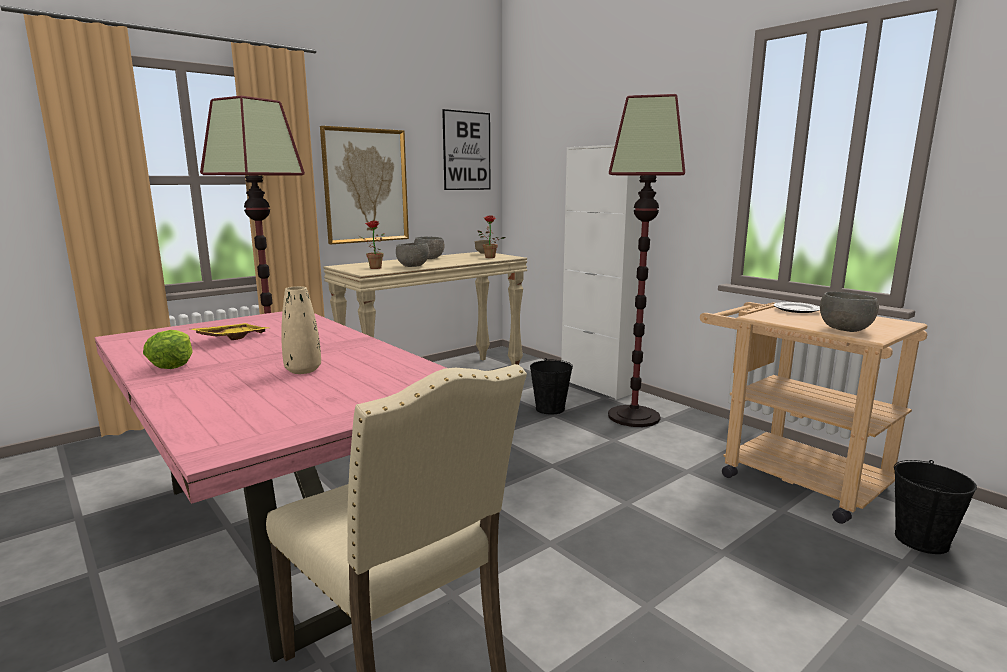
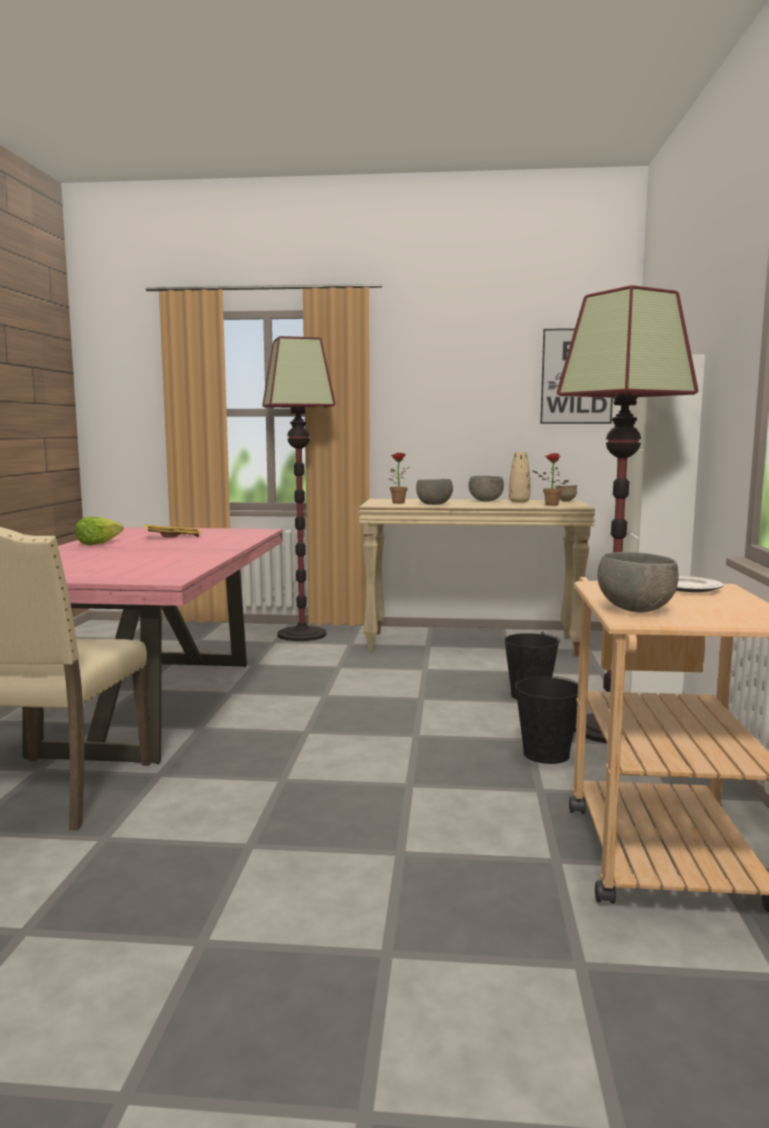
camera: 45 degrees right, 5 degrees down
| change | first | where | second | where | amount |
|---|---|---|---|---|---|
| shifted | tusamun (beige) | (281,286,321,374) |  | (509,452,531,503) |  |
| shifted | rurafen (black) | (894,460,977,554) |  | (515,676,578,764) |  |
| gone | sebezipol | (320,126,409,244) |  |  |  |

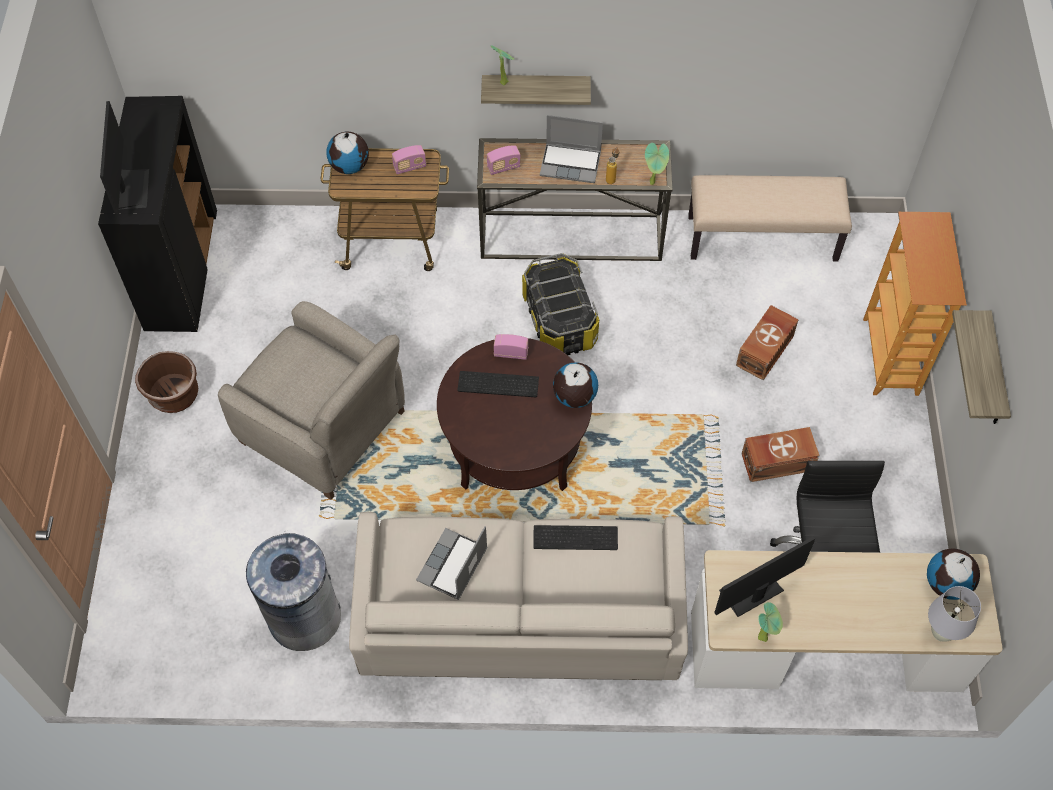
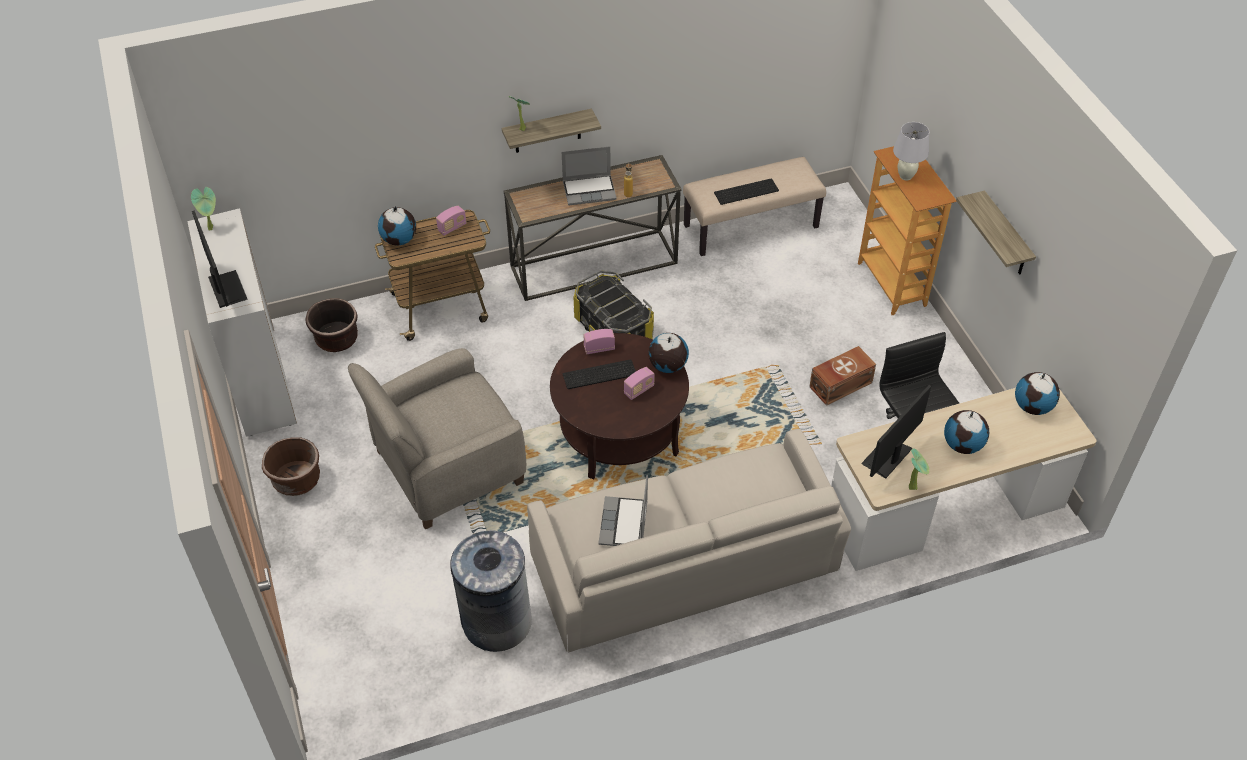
camera: 20 degrees left, 10 degrees down
| change | first | where | second | where | amount |
|---|---|---|---|---|---|
| repainted | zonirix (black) | (98,96,217,332) | zonirix (white) | (187,208,297,437) |  |
| shifted | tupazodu | (645,143,670,185) |  | (191,187,216,230) |  |
| new |  |  | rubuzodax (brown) | (305,298,358,352) |  |
| rotated | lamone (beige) | (218,301,405,500) |  | (348,348,526,529) | 135 degrees clockwise |
| shifted | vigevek | (487,145,521,175) |  | (624,367,655,400) |  |
| shifted | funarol | (533,525,618,550) |  | (714,178,779,205) |  |
| shifted | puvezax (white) | (928,586,981,642) |  | (893,122,929,180) |  |
| new |  |  | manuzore | (944,410,989,454) |  |
| gone | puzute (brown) | (736,305,799,380) |  |  |  |

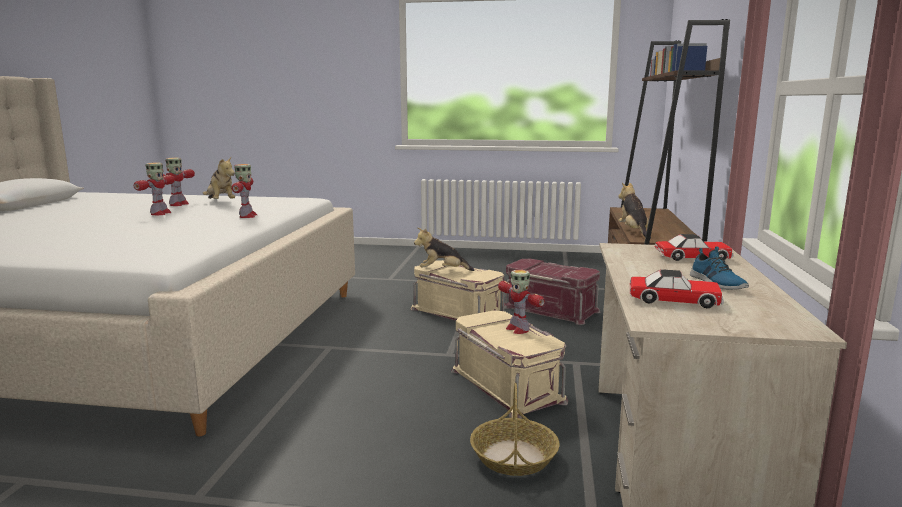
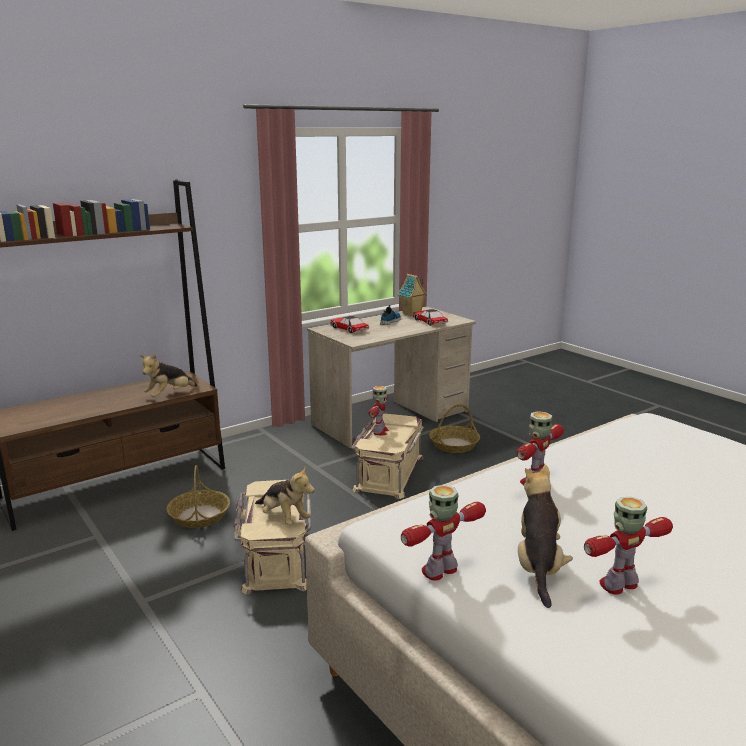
camera: 135 degrees left, 5 degrees up
| change | first | where | second | where | amount |
|---|---|---|---|---|---|
| swapped | puzute (red) | (504,259,601,325) | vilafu | (167,465,230,528) |  |
| new |  |  | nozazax | (398,274,427,316) |  |
| shifted | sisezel | (134,162,175,215) |  | (401,485,486,581) |  |

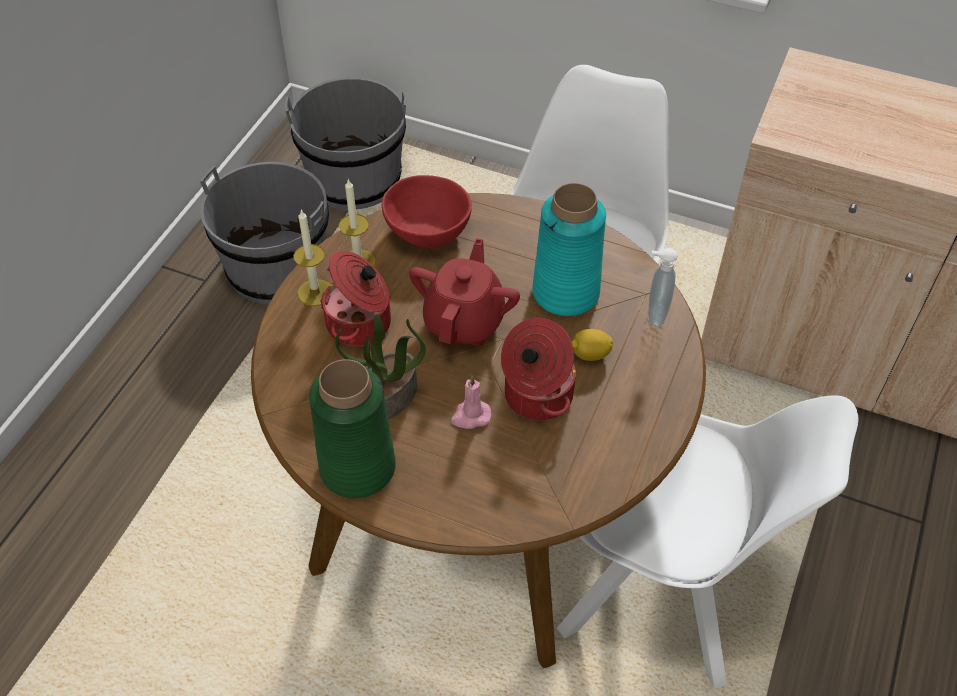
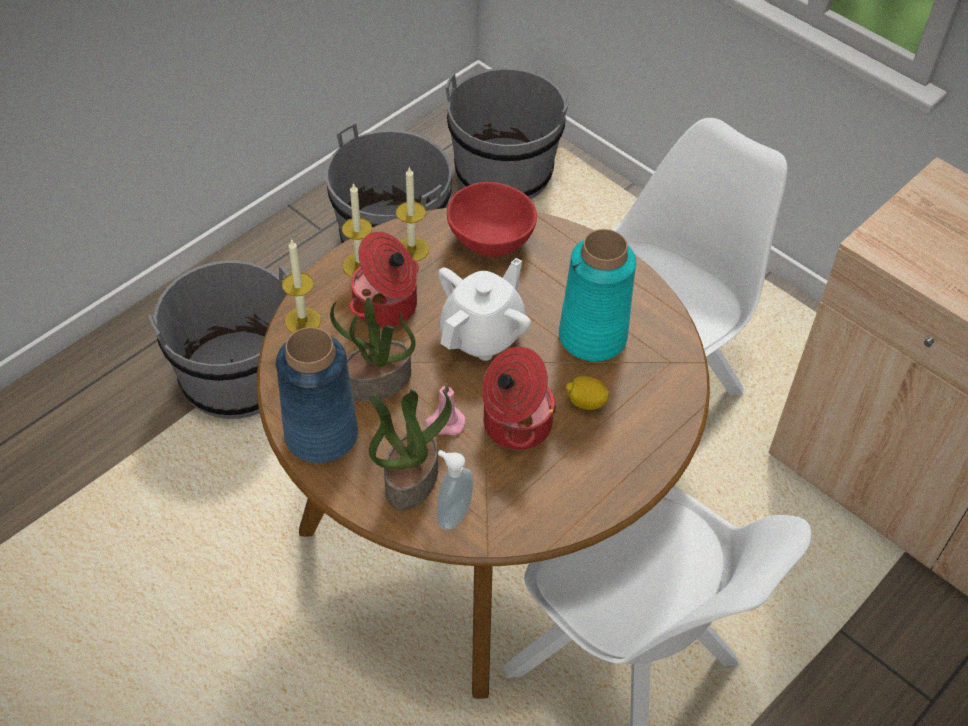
camera: 20 degrees right, 0 degrees up
| change | first | where | second | where | amount |
|---|---|---|---|---|---|
| new |  |  | rurafen (grey) | (148,261,288,419) |  |
| repainted | tusamun (green) | (309,359,396,498) | tusamun (blue) | (276,327,358,463) |  |
| new |  |  | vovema | (282,239,321,333) |  |
| new |  |  | tupazodu | (369,390,452,510) |  |
| shifted | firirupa | (649,248,678,327) |  | (437,450,473,530) |  |
| repainted | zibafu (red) | (409,238,520,346) | zibafu (white) | (438,258,531,361) |  |

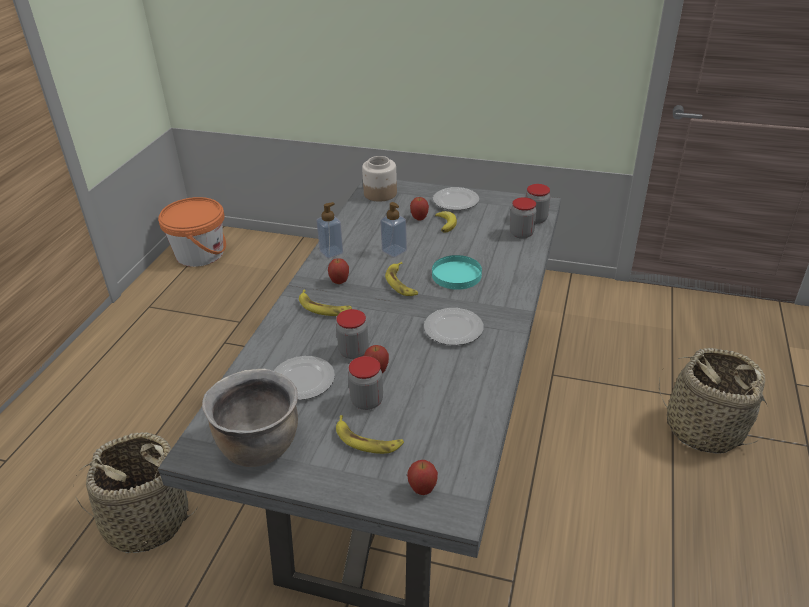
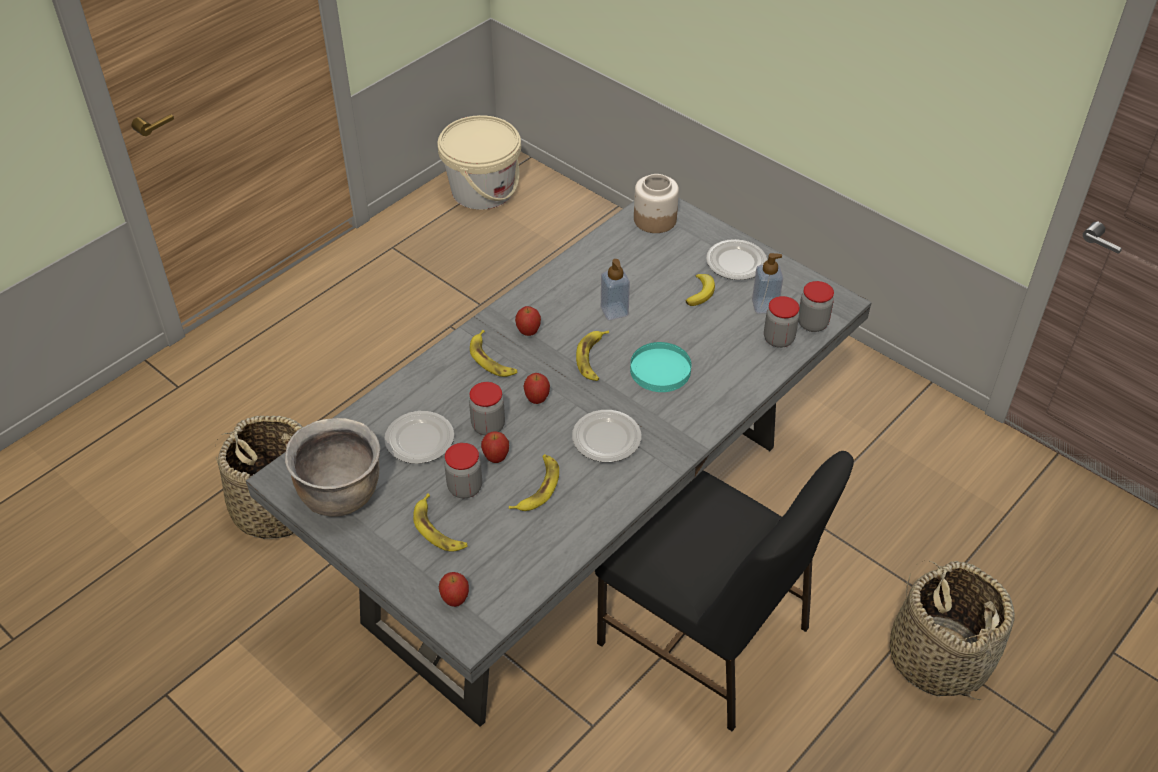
camera: 25 degrees right, 10 degrees up
| change | first | where | second | where | amount |
|---|---|---|---|---|---|
| repainted | rurafen (orange) | (158,197,226,267) | rurafen (beige) | (437,115,521,210) |  |
| new |  |  | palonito | (509,454,559,511) |  |
| shifted | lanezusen | (410,197,429,221) |  | (523,373,550,404) |  |
| new |  |  | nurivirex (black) | (595,451,854,731) |  |
| shifted | firirupa | (316,202,343,258) |  | (752,253,783,314) |  |

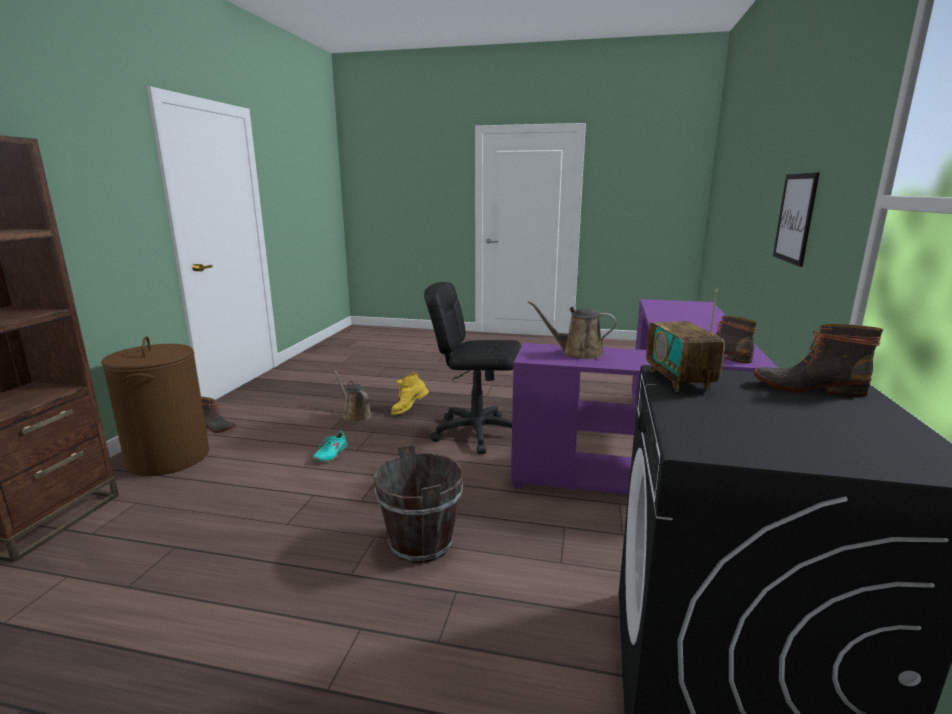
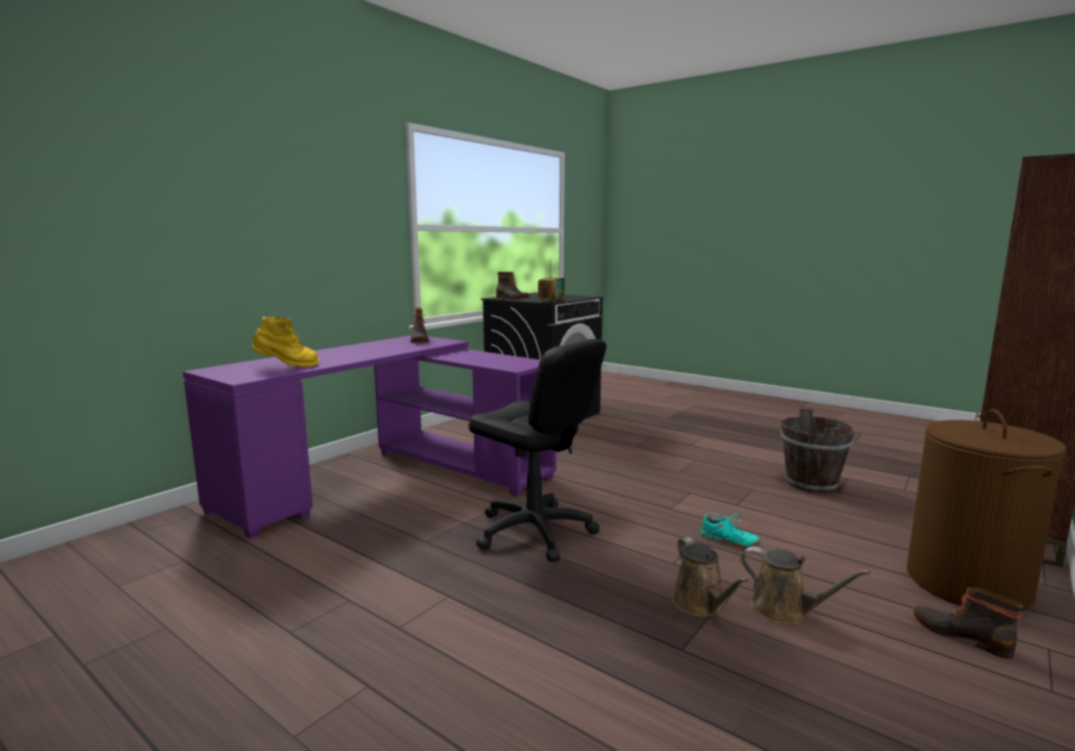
camera: 155 degrees left, 5 degrees down
| change | first | where | second | where | amount |
|---|---|---|---|---|---|
| shifted | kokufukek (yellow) | (391,372,429,415) |  | (252,316,319,367) |  |
| rotated | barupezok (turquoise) | (312,430,348,462) |  | (700,513,761,548) | 75 degrees clockwise |
| shifted | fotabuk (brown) | (528,301,616,359) |  | (740,547,870,624) |  |
| shifted | rurafen (brown) | (373,444,463,563) |  | (781,409,855,493) |  |
| gone | sebezipol | (773,173,820,267) |  |  |  |

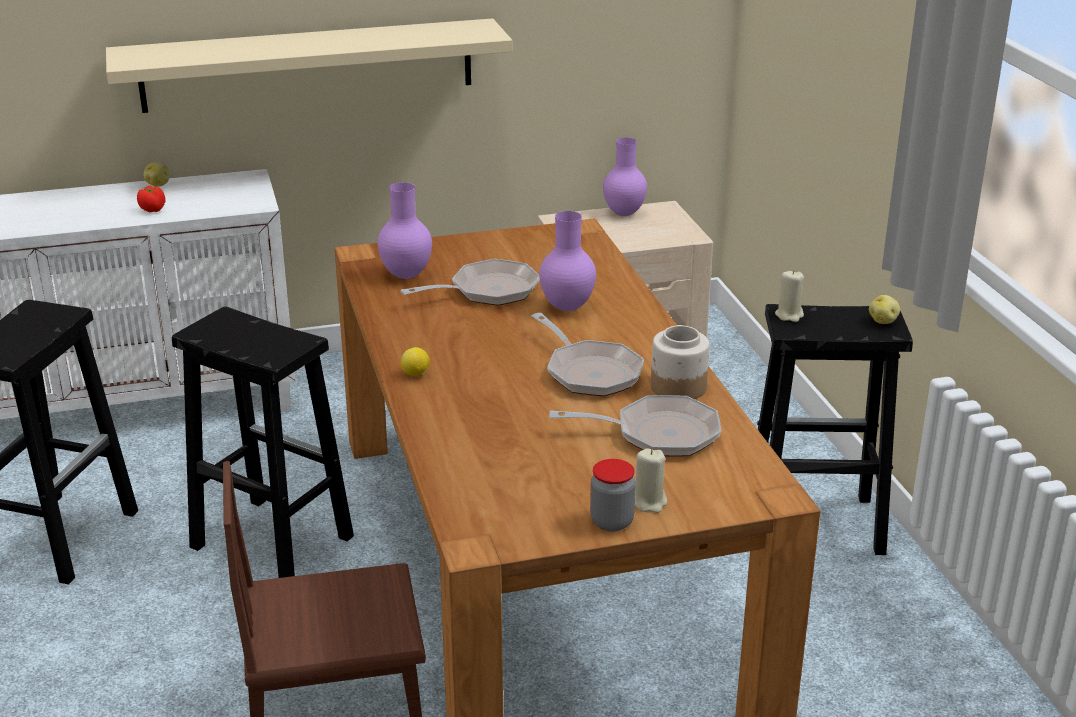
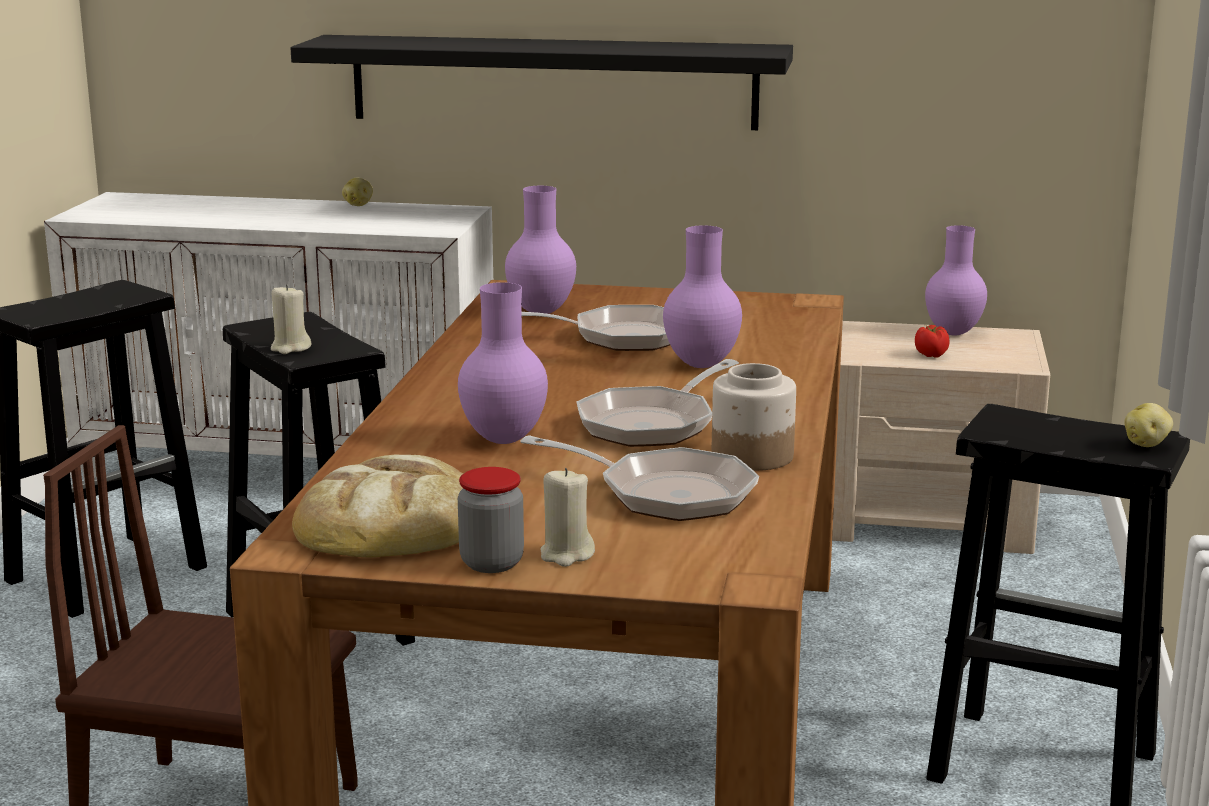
camera: 25 degrees right, 10 degrees down
| change | first | where | second | where | amount |
|---|---|---|---|---|---|
| shifted | vovema (beige) | (775,270,804,322) |  | (271,284,311,354) |  |
| repainted | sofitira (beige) | (106,18,513,113) | sofitira (black) | (291,35,793,130) |  |
| new |  |  | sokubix | (292,455,463,558) |  |
| new |  |  | tusamun (purple) | (458,282,548,444) |  |
| rotated | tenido | (532,313,644,396) |  | (576,359,739,447) | 45 degrees clockwise |
| shifted | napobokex | (137,186,166,212) |  | (915,325,950,358) |  |
| gone | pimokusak | (401,347,430,376) |  |  |  |

